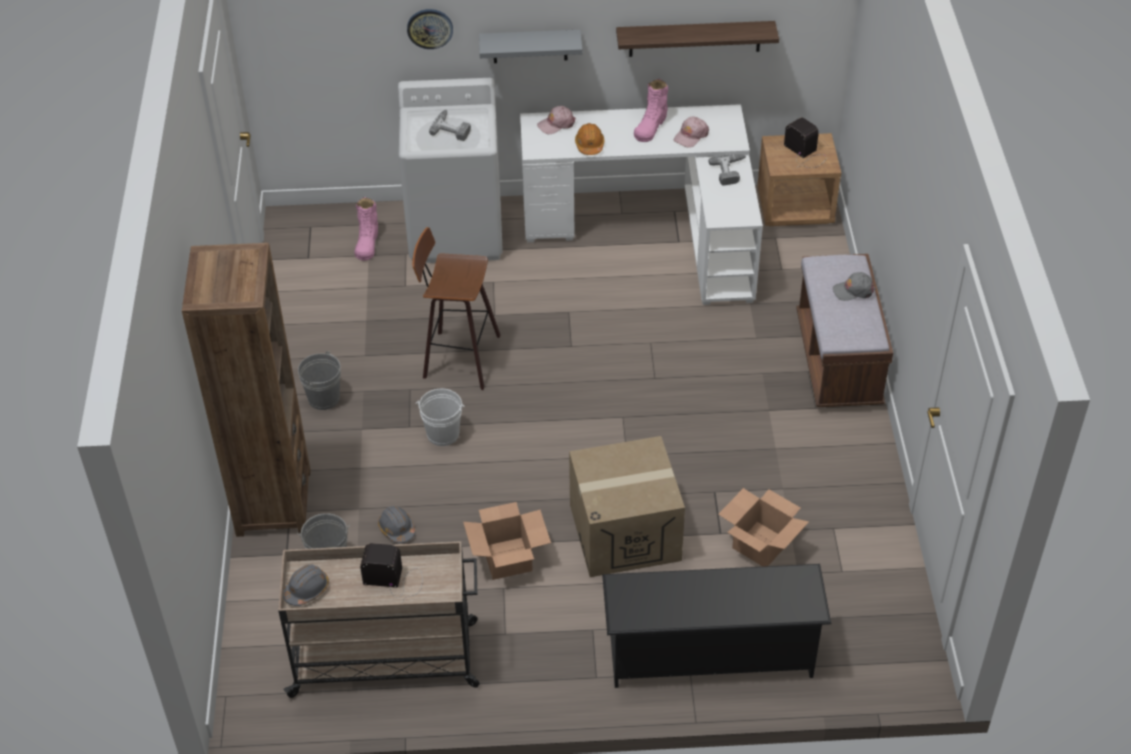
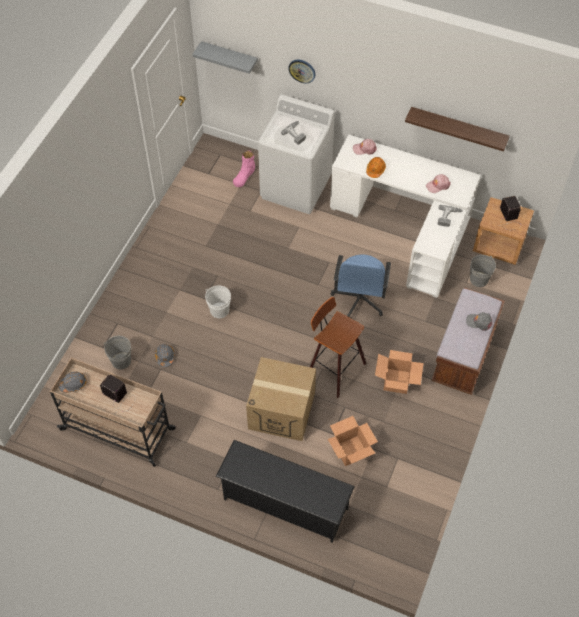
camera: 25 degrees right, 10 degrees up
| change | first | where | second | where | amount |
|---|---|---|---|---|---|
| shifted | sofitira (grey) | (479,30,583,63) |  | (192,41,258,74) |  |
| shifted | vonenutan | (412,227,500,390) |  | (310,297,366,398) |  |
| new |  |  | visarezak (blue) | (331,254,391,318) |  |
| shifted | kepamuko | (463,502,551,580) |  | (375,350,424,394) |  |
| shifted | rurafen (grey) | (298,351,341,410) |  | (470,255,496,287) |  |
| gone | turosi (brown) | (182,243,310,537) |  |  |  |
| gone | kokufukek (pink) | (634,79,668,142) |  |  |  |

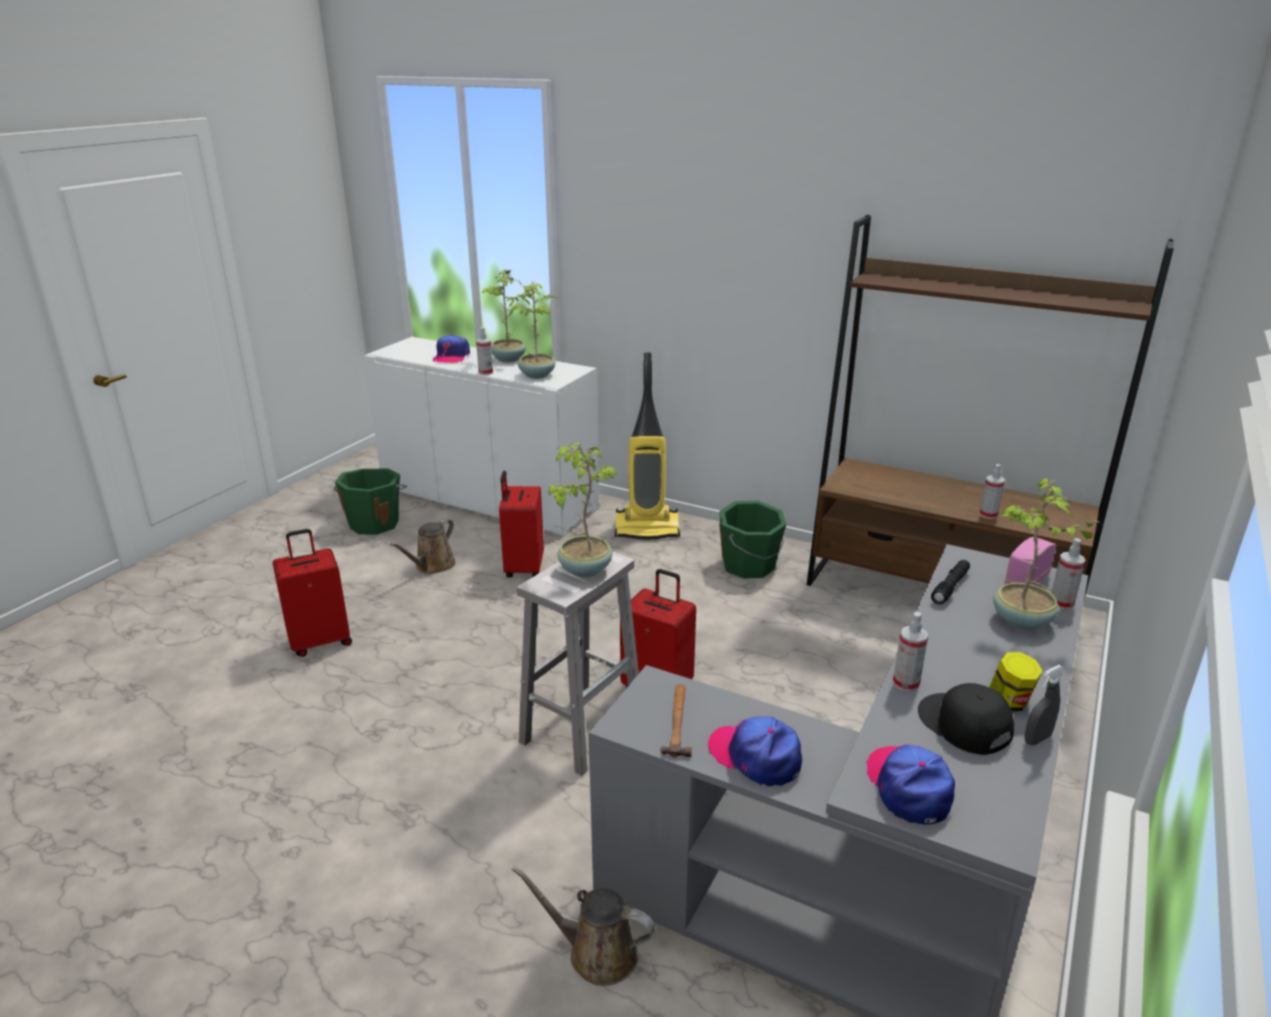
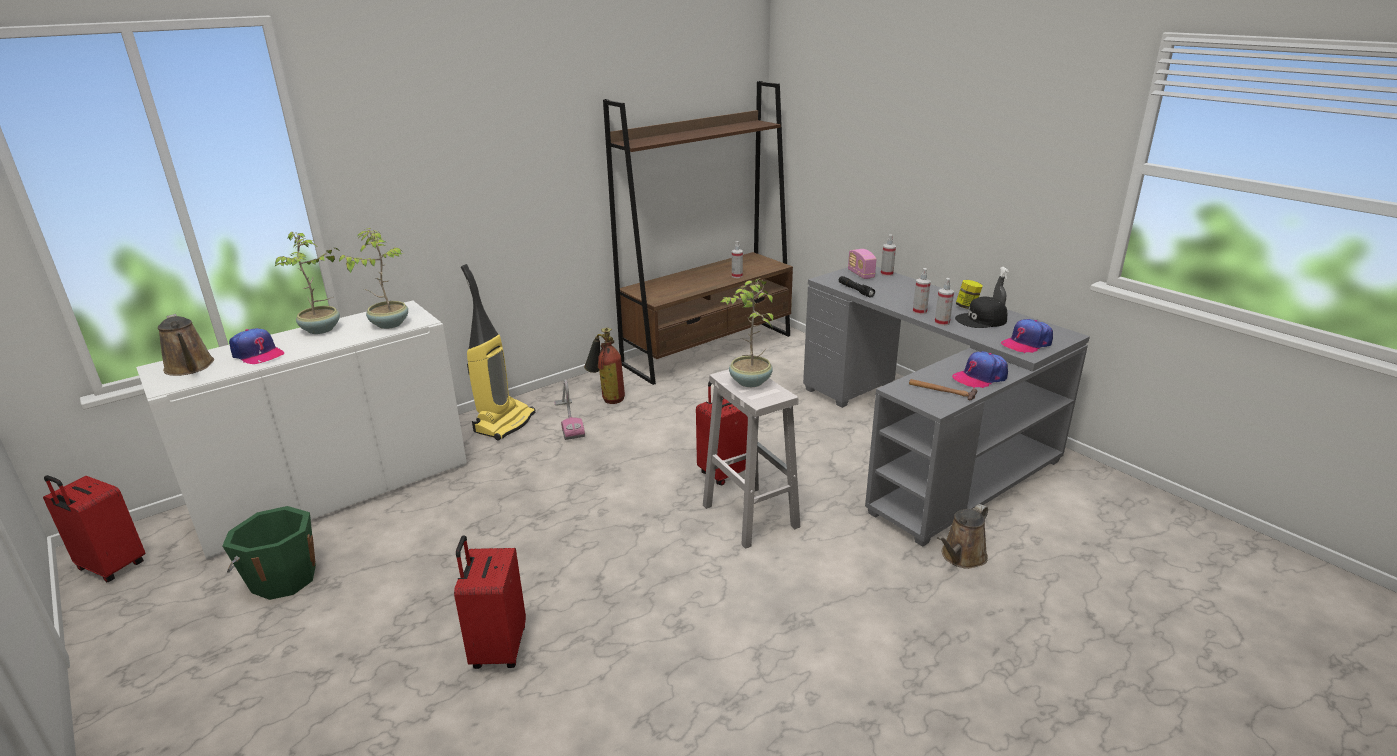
camera: 65 degrees left, 0 degrees up
| change | first | where | second | where | amount |
|---|---|---|---|---|---|
| shifted | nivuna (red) | (499,471,544,577) |  | (43,475,145,582) |  |
| shifted | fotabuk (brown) | (390,519,456,574) |  | (158,314,214,376) |  |
| new |  |  | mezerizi | (554,380,585,440) |  |
| swapped | rurafen (green) | (719,501,787,579) | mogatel | (584,328,625,404) |  |
| shifted | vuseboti | (476,327,493,375) |  | (913,268,931,315) |  |
| rotated | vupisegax | (866,744,955,825) |  | (1001,319,1053,353) | 45 degrees counterclockwise |
| gone | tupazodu | (993,478,1105,630) |  |  |  |

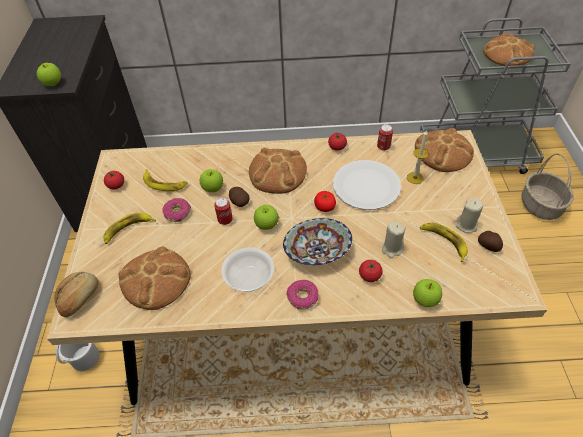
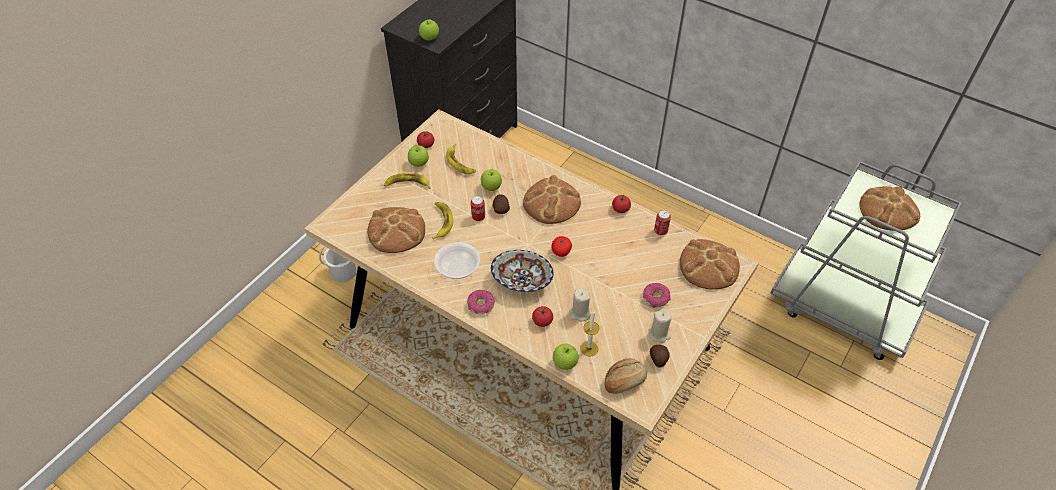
camera: 35 degrees right, 0 degrees up
| change | first | where | second | where | amount |
|---|---|---|---|---|---|
| shifted | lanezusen | (254,205,279,230) |  | (408,145,429,167) |  |
| shifted | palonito | (420,223,468,262) |  | (432,202,453,239) |  |
| shifted | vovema | (407,130,429,184) |  | (580,309,599,357) |  |
| shifted | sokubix | (54,272,99,317) |  | (604,358,647,394) |  |
| shifted | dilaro | (162,198,191,222) |  | (643,283,671,308) |  |
| gone | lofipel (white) | (333,160,401,210) |  |  |  |
| gone | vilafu | (521,153,573,220) |  |  |  |

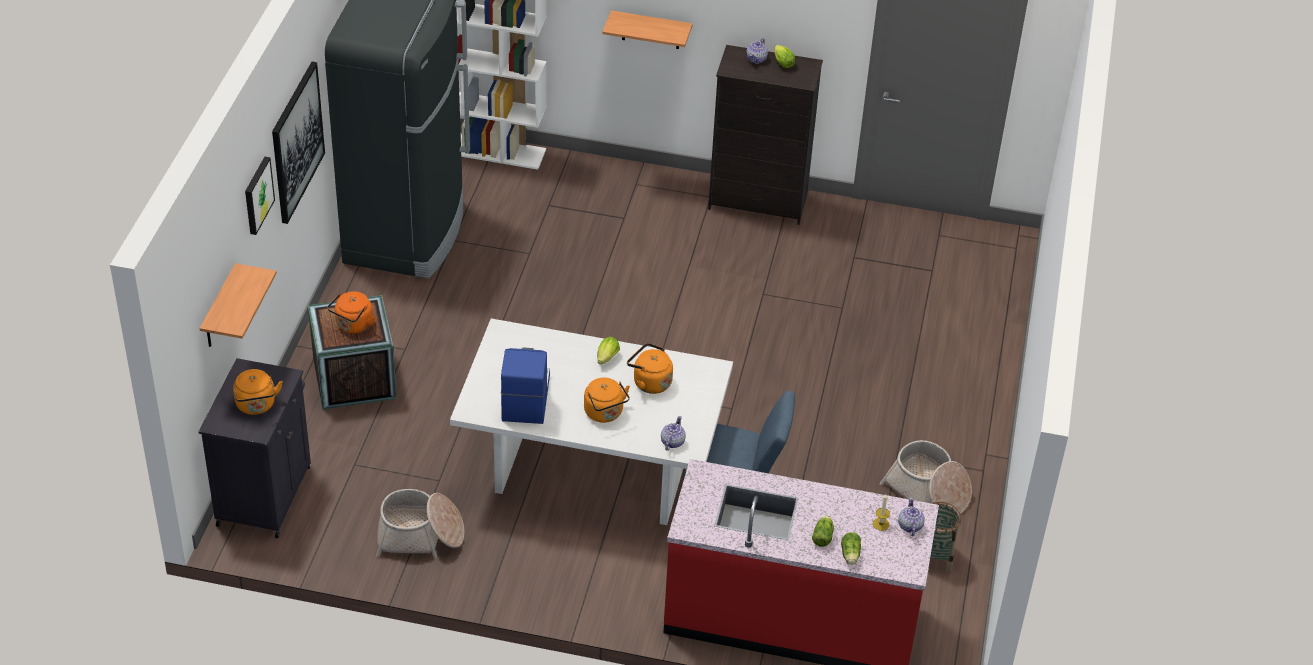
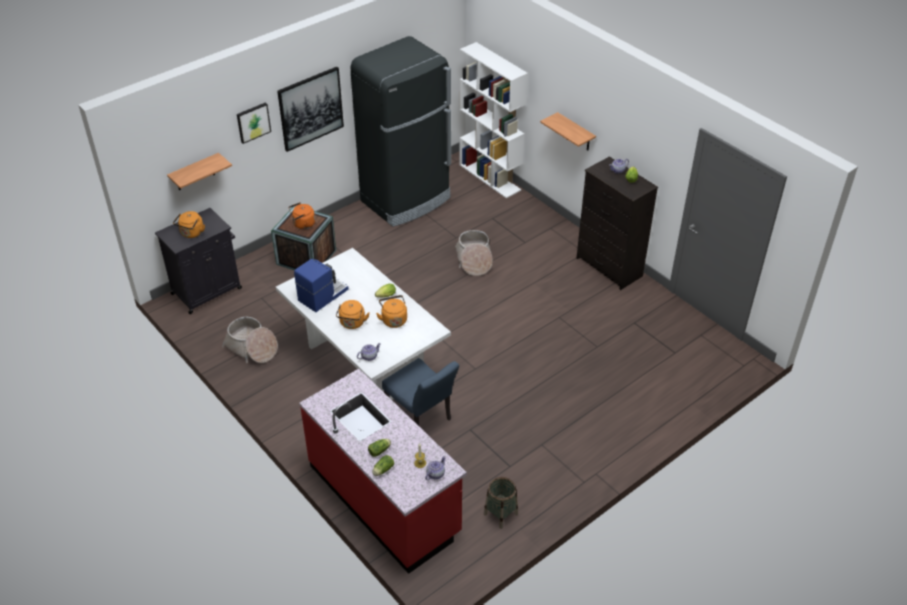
camera: 40 degrees right, 0 degrees up
| change | first | where | second | where | amount |
|---|---|---|---|---|---|
| shifted | vilafu | (880,440,972,514) |  | (455,230,493,276) |  |

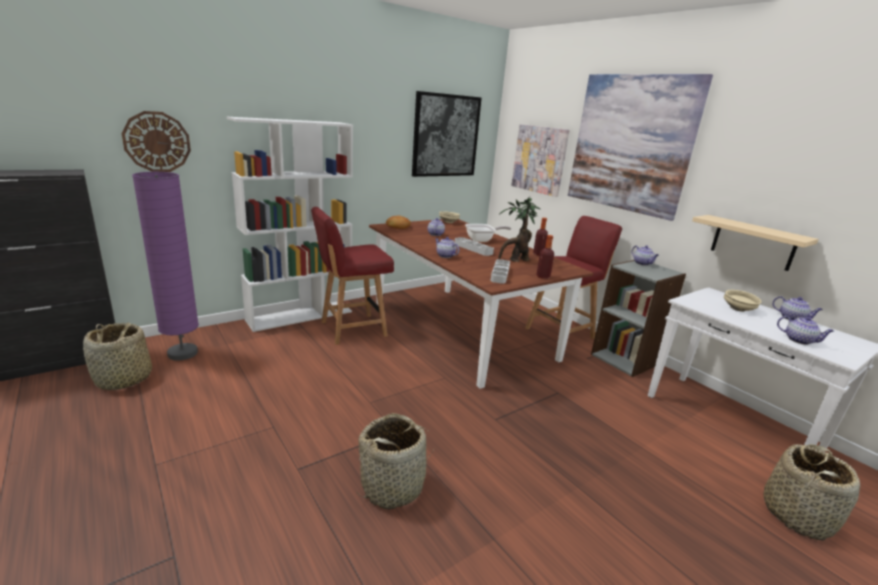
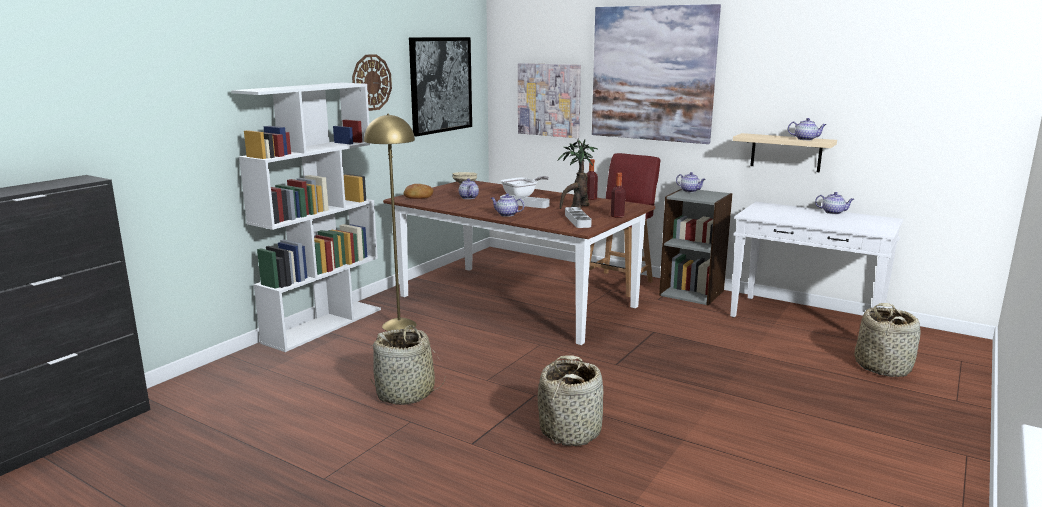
camera: 20 degrees left, 5 degrees down
| change | first | where | second | where | amount |
|---|---|---|---|---|---|
| shifted | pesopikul | (122,111,191,172) |  | (352,54,392,111) |  |
| swapped | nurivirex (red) | (311,207,394,345) | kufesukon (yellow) | (364,114,417,331) |  |
| shifted | vilafu | (83,323,152,390) |  | (371,325,445,405) |  |
| shifted | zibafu | (777,316,834,345) |  | (788,118,827,140) |  |
| gone | kufesukon (purple) | (132,172,199,361) |  |  |  |
| gone | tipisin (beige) | (724,290,762,312) |  |  |  |

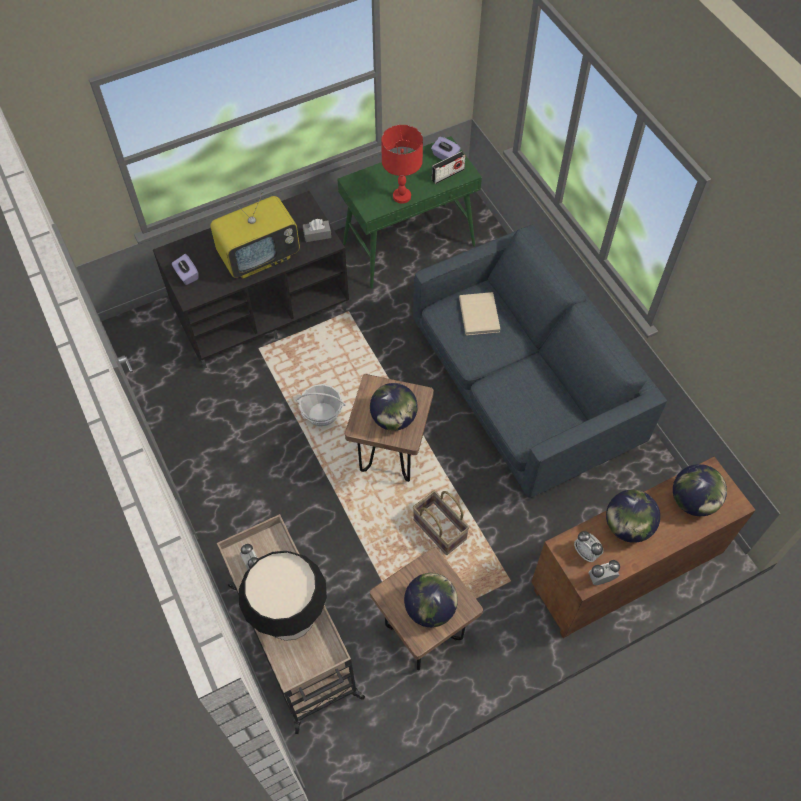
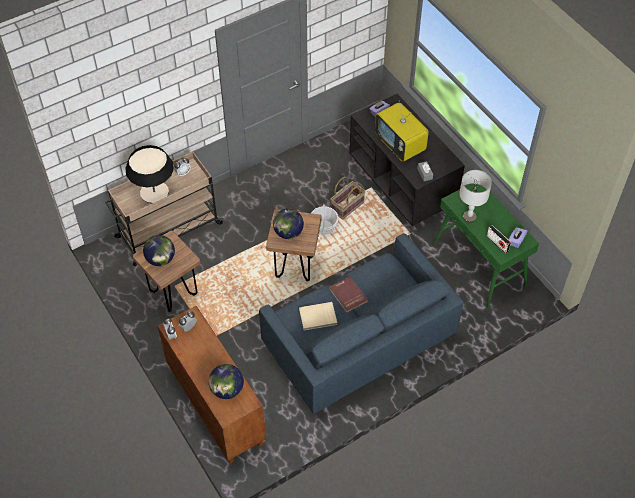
camera: 85 degrees right, 5 degrees down
| change | first | where | second | where | amount |
|---|---|---|---|---|---|
| shifted | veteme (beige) | (459,292,500,335) |  | (299,302,337,330) |  |
| new |  |  | veteme (red) | (329,276,368,313) |  |
| shifted | vilafu | (413,490,470,555) |  | (330,177,365,220) |  |
| repainted | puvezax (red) | (381,125,423,204) | puvezax (grey) | (459,170,492,223) |  |
| gone | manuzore | (606,490,660,543) |  |  |  |

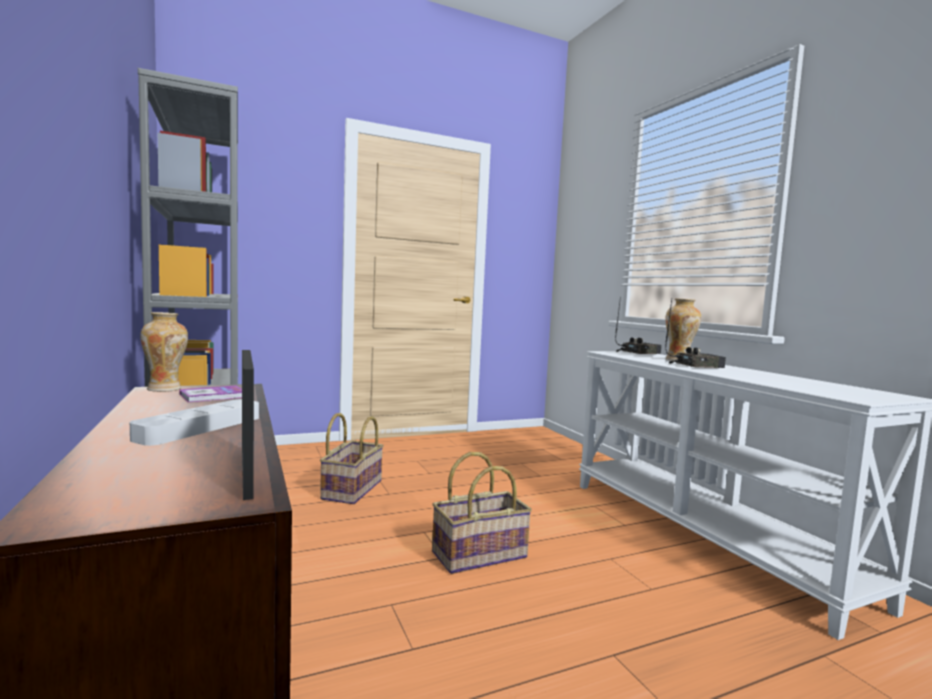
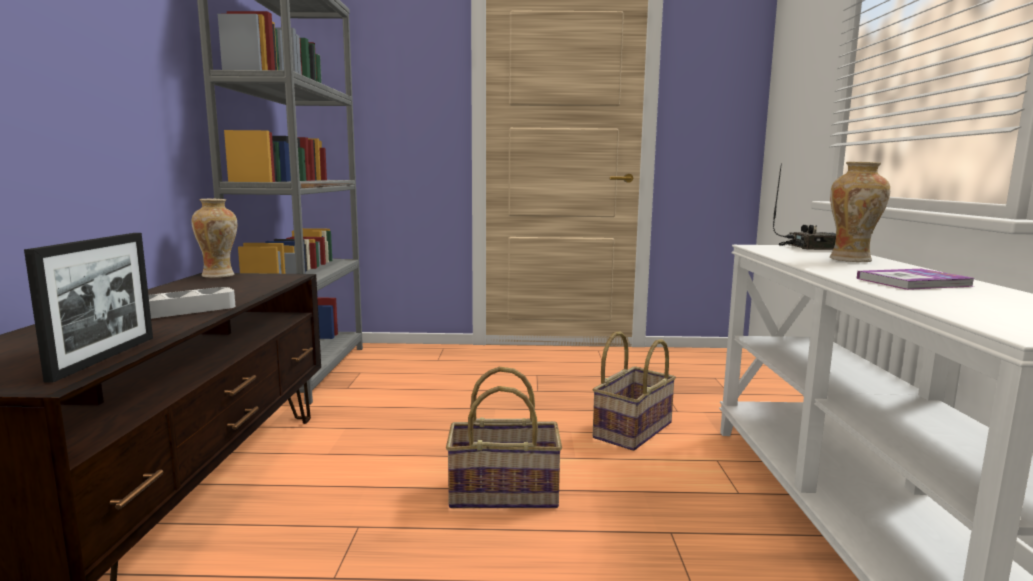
camera: 25 degrees right, 5 degrees up
| change | first | where | second | where | amount |
|---|---|---|---|---|---|
| shifted | vilafu | (320,413,384,504) |  | (593,331,676,451) |  |
| shifted | veteme | (180,385,242,402) |  | (857,269,975,290) |  |
| gone | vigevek | (665,299,726,368) |  |  |  |

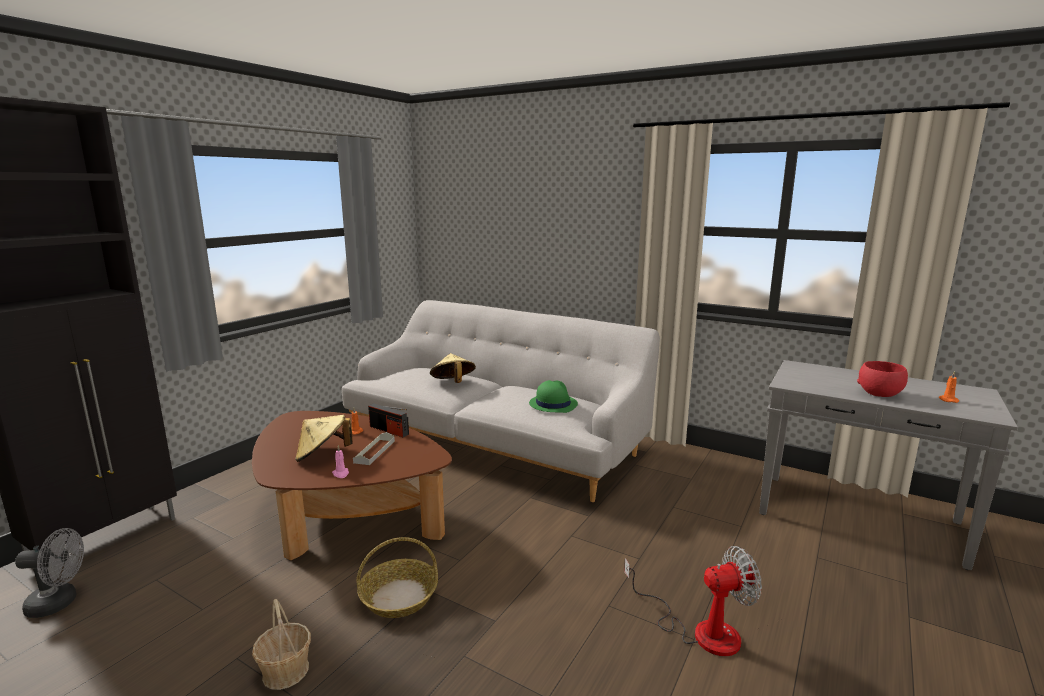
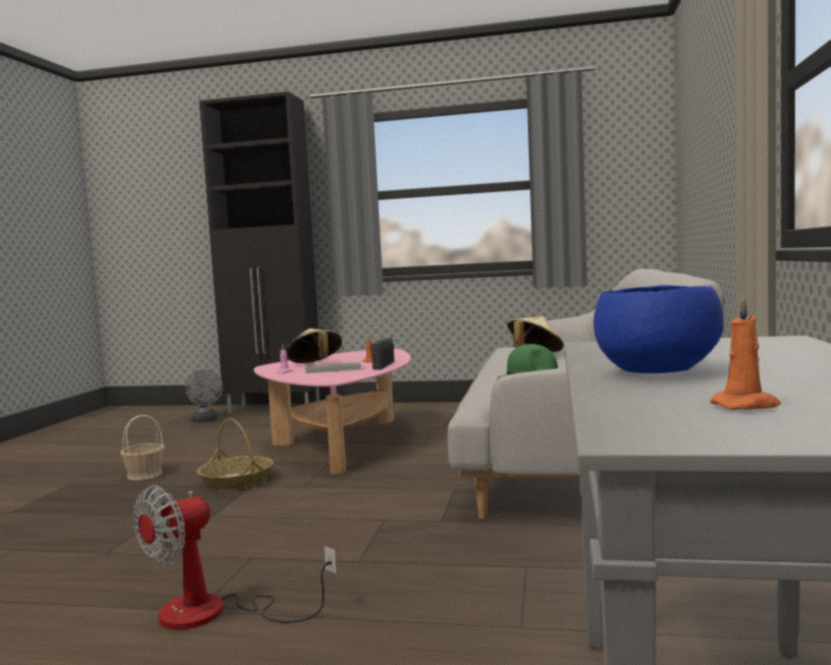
camera: 70 degrees right, 10 degrees down
| change | first | where | second | where | amount |
|---|---|---|---|---|---|
| rotated | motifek | (624,546,762,656) |  | (133,485,337,630) | 75 degrees clockwise |
| repainted | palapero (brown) | (252,411,452,560) | palapero (pink) | (254,349,411,475) |  |
| repainted | tipisin (red) | (857,361,908,397) | tipisin (blue) | (594,285,724,373) |  |

